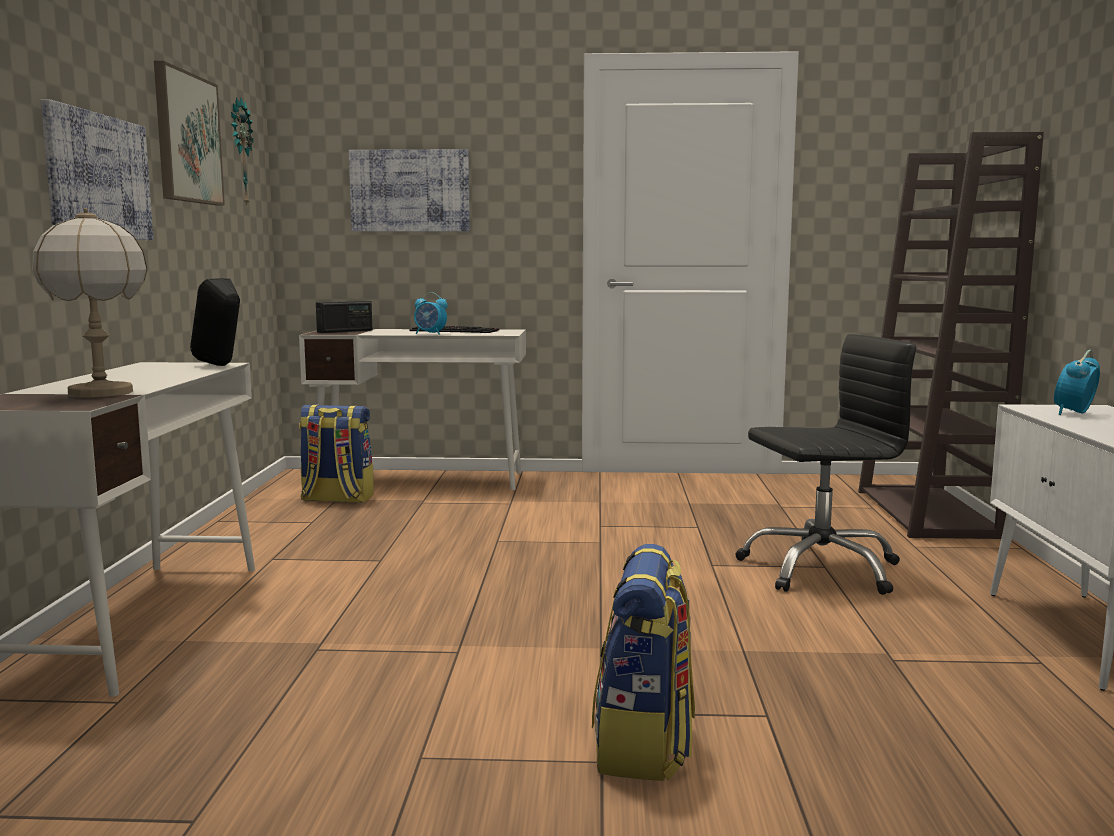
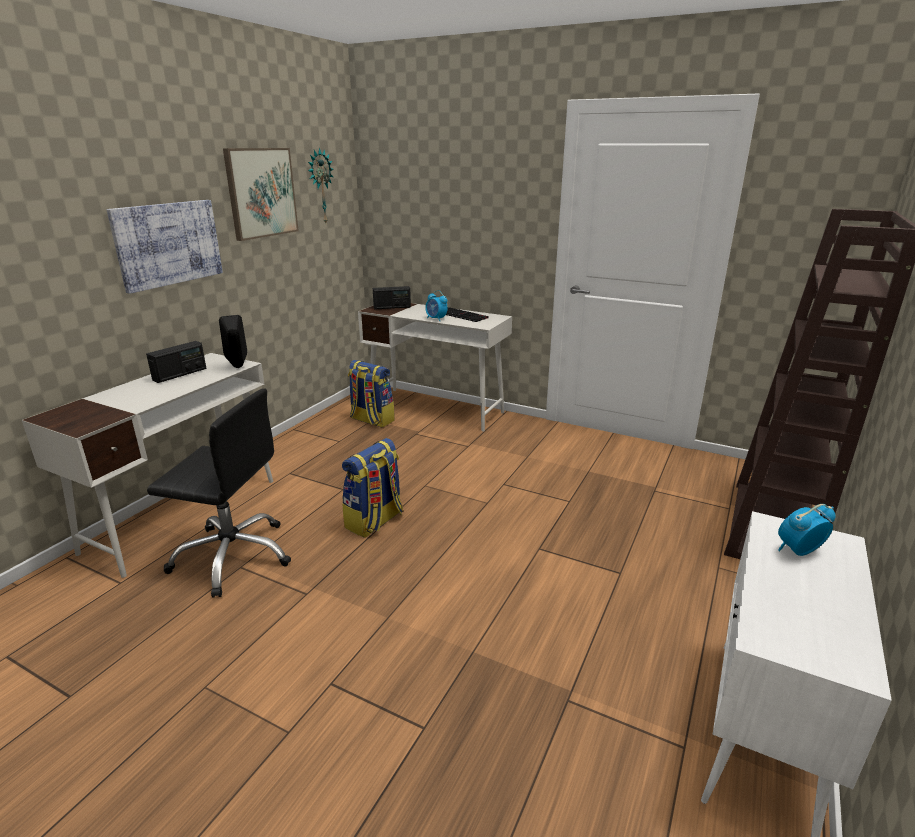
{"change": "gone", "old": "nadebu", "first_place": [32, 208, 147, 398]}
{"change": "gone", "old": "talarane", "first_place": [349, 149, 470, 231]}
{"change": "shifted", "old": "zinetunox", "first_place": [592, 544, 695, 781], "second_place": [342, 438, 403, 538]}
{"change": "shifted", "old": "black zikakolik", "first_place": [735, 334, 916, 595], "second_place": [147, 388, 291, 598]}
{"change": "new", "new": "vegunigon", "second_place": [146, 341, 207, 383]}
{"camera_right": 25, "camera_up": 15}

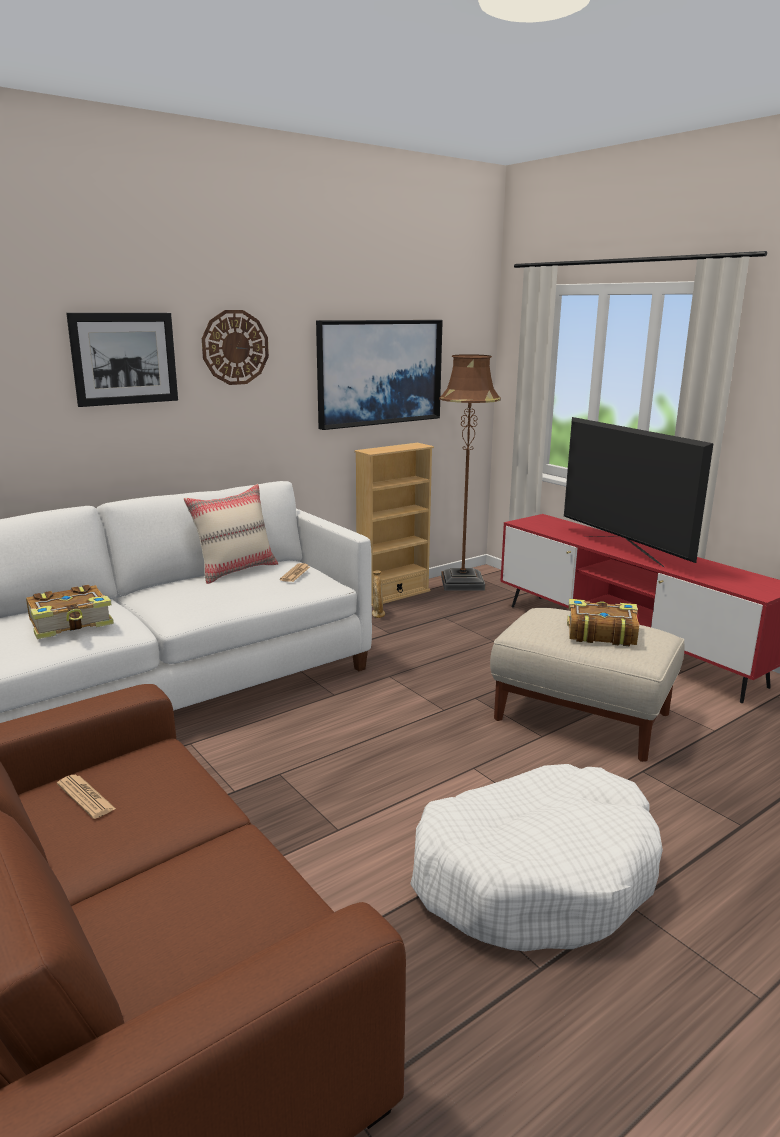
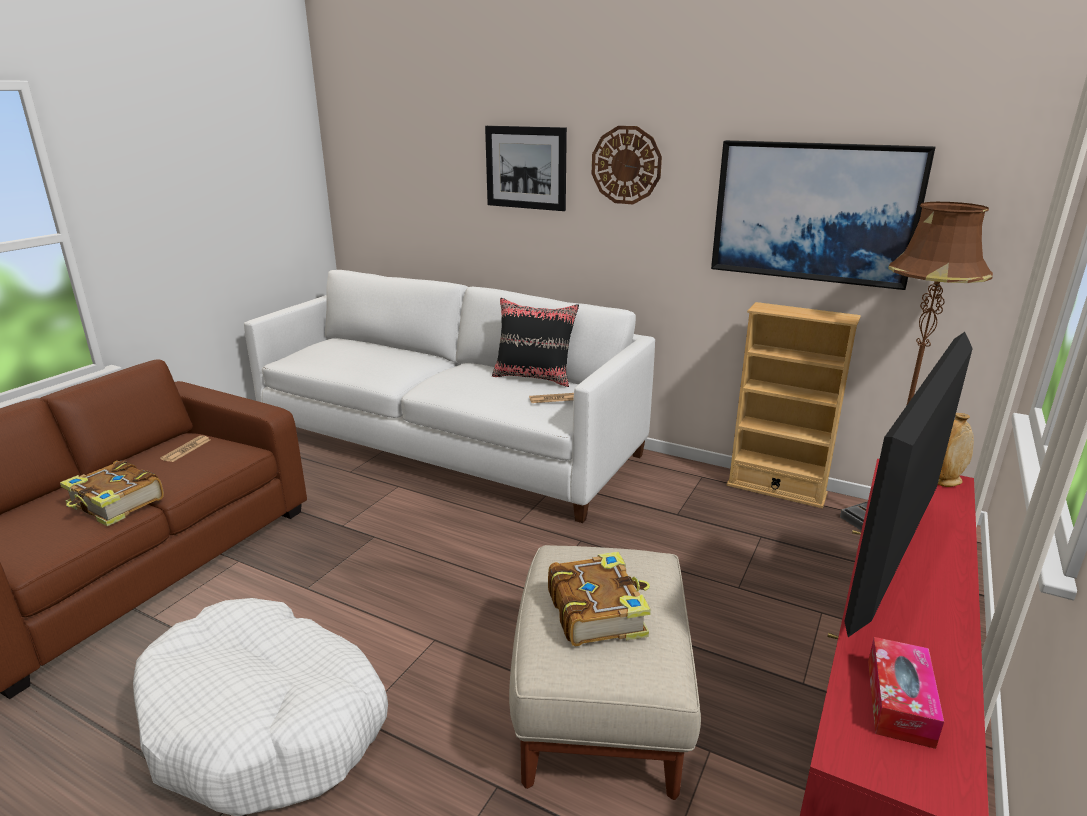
{"change": "shifted", "old": "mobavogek", "first_place": [26, 585, 114, 639], "second_place": [60, 460, 164, 526]}
{"change": "repainted", "old": "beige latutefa", "new": "black latutefa", "first_place": [184, 484, 278, 584], "second_place": [492, 298, 579, 387]}
{"change": "shifted", "old": "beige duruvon", "first_place": [372, 571, 385, 618], "second_place": [938, 413, 974, 487]}
{"change": "new", "new": "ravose", "second_place": [868, 637, 944, 749]}
{"camera_right": 65, "camera_up": 5}

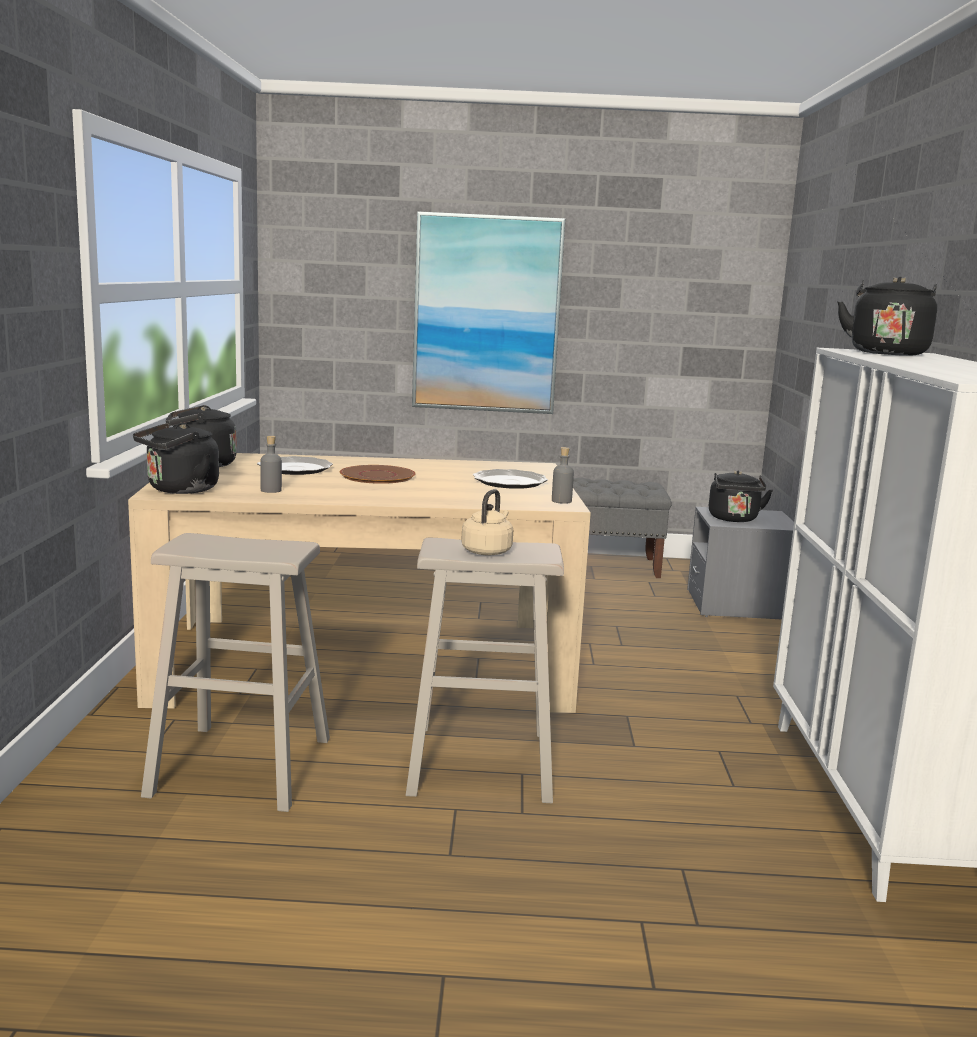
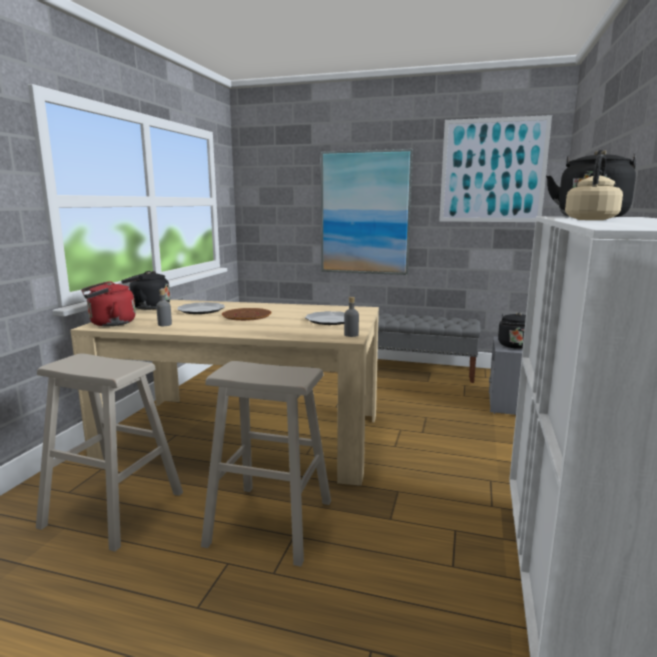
{"change": "repainted", "old": "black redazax", "new": "red redazax", "first_place": [133, 423, 219, 494], "second_place": [81, 281, 136, 326]}
{"change": "shifted", "old": "beige redazax", "first_place": [461, 489, 513, 556], "second_place": [565, 154, 623, 220]}
{"change": "new", "new": "talarane", "second_place": [439, 115, 552, 222]}
{"camera_right": 15, "camera_up": 0}

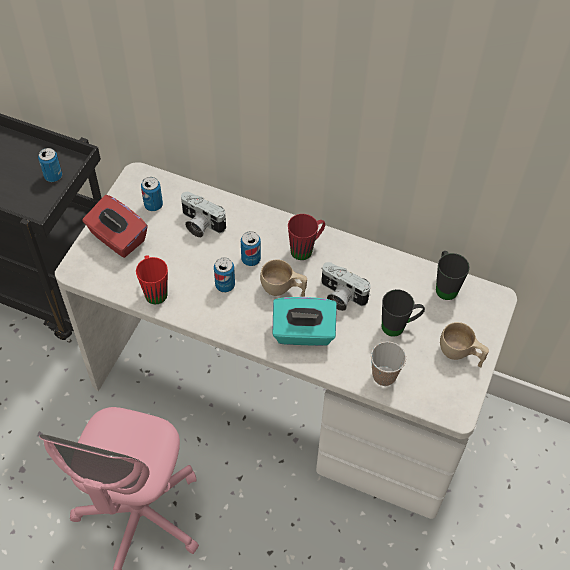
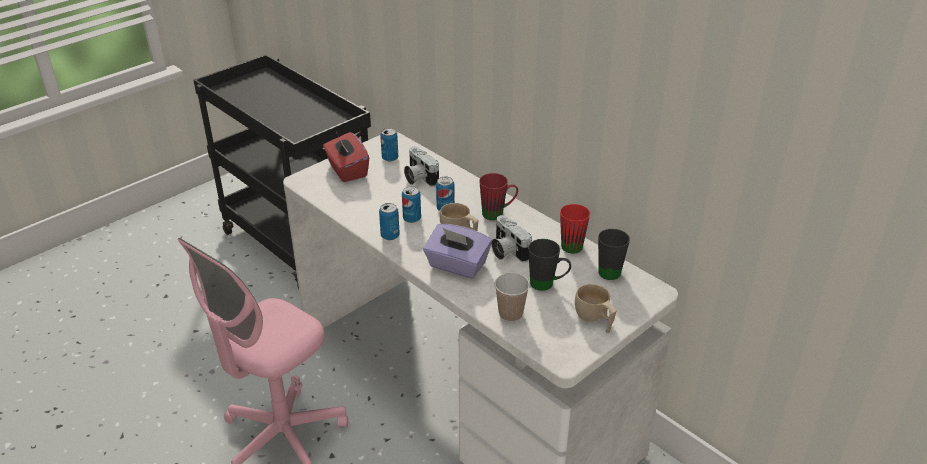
{"change": "shifted", "old": "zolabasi", "first_place": [38, 148, 62, 182], "second_place": [379, 203, 400, 240]}
{"change": "shifted", "old": "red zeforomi", "first_place": [136, 255, 168, 305], "second_place": [560, 204, 590, 254]}
{"change": "repainted", "old": "turquoise ravose", "new": "purple ravose", "first_place": [272, 297, 337, 346], "second_place": [423, 224, 492, 279]}
{"camera_right": 25, "camera_up": -20}

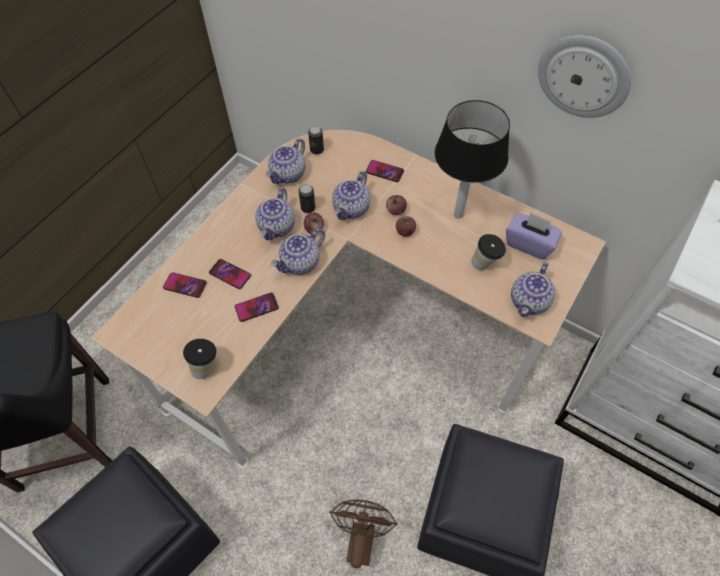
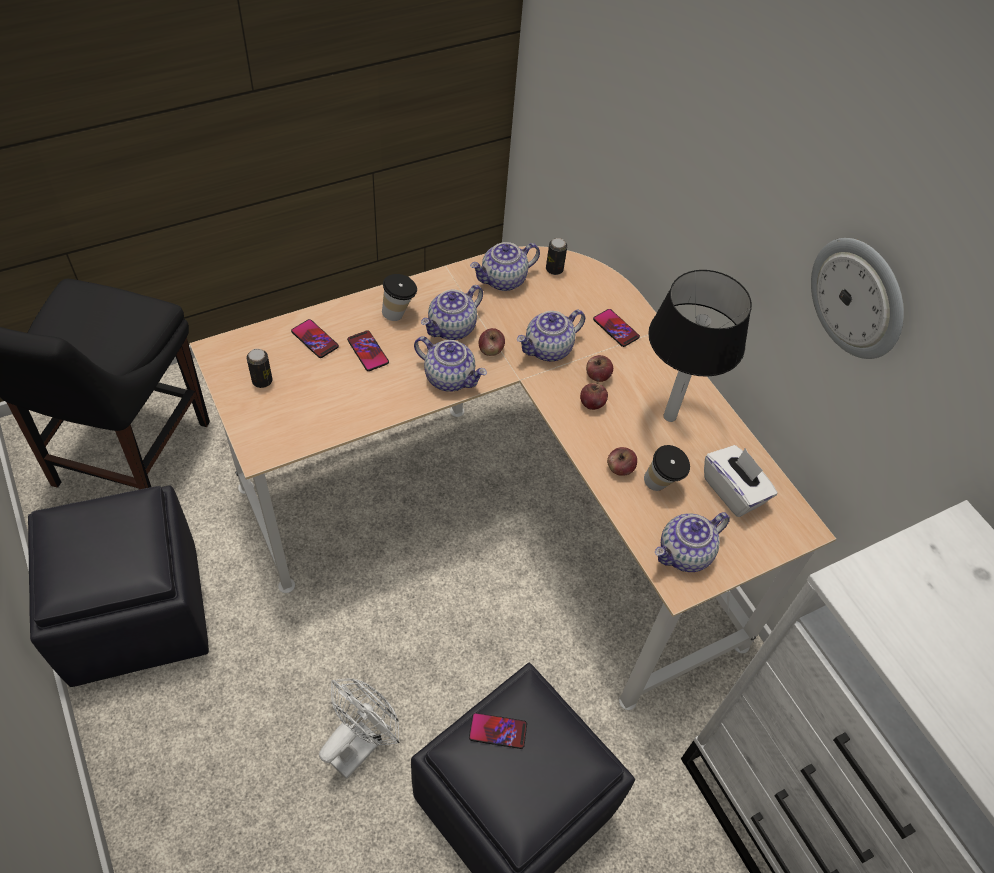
{"change": "shifted", "old": "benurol", "first_place": [183, 339, 216, 379], "second_place": [382, 274, 417, 321]}
{"change": "shifted", "old": "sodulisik", "first_place": [235, 293, 279, 322], "second_place": [469, 713, 527, 749]}
{"change": "rotated", "old": "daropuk", "first_place": [271, 228, 325, 275], "second_place": [414, 336, 487, 392], "degrees": -135}
{"change": "shifted", "old": "zolabasi", "first_place": [298, 184, 316, 213], "second_place": [247, 349, 273, 388]}
{"change": "repainted", "old": "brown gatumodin", "new": "white gatumodin", "first_place": [329, 499, 398, 568], "second_place": [319, 678, 400, 779]}
{"change": "repainted", "old": "purple ravose", "new": "white ravose", "first_place": [506, 212, 562, 260], "second_place": [704, 445, 777, 517]}
{"change": "new", "new": "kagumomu", "second_place": [607, 447, 637, 476]}
{"camera_right": 25, "camera_up": -5}

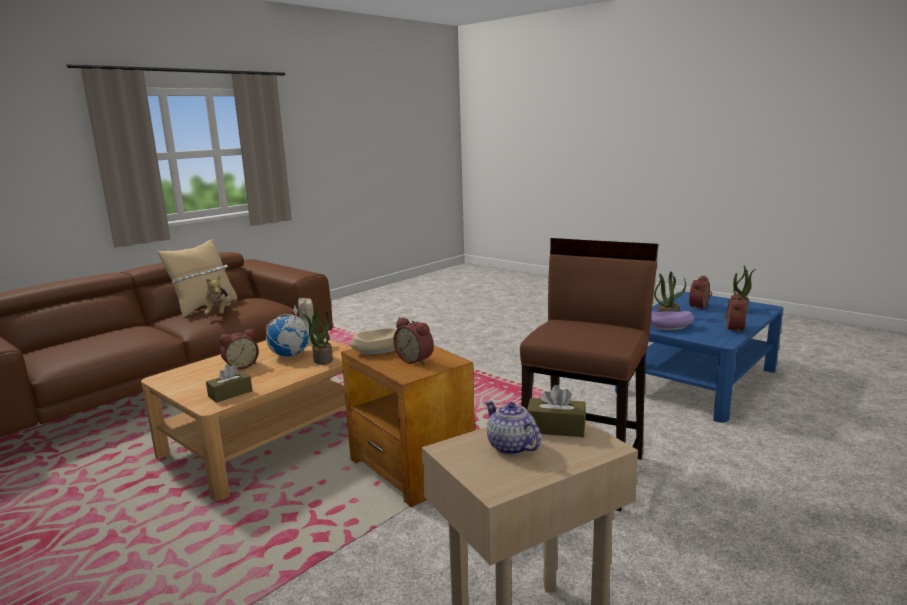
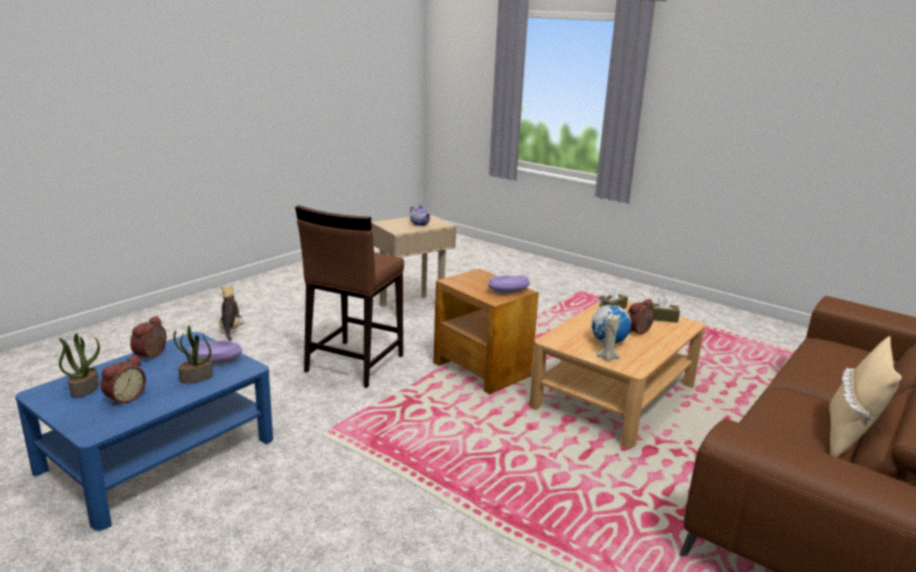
{"change": "shifted", "old": "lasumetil", "first_place": [204, 275, 232, 314], "second_place": [219, 285, 244, 341]}
{"change": "gone", "old": "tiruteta", "first_place": [303, 307, 333, 365]}
{"change": "repainted", "old": "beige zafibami", "new": "purple zafibami", "first_place": [350, 328, 397, 354], "second_place": [488, 275, 530, 294]}
{"change": "gone", "old": "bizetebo", "first_place": [394, 317, 434, 365]}
{"change": "shifted", "old": "brown ravose", "first_place": [527, 385, 586, 437], "second_place": [652, 295, 680, 323]}
{"camera_right": 175, "camera_up": 5}

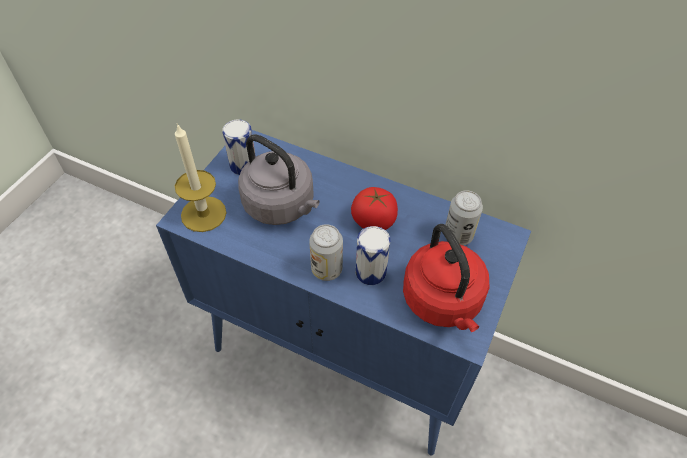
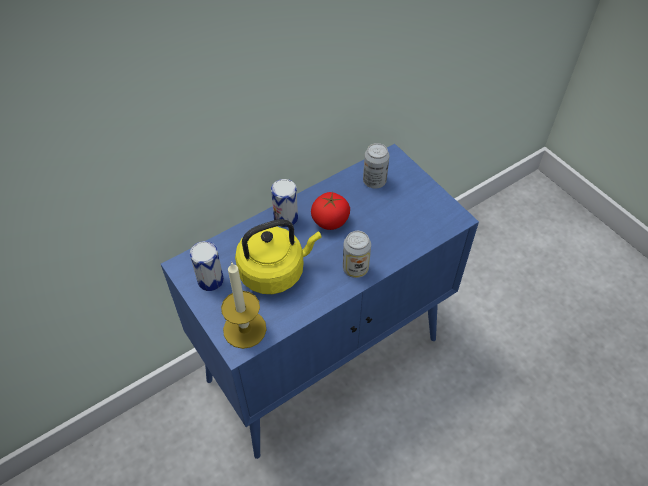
{"change": "repainted", "old": "grey redazax", "new": "yellow redazax", "first_place": [238, 134, 320, 225], "second_place": [235, 219, 321, 294]}
{"change": "shifted", "old": "zolabasi", "first_place": [356, 226, 390, 285], "second_place": [271, 179, 298, 228]}
{"change": "gone", "old": "red redazax", "first_place": [403, 224, 489, 332]}
{"camera_right": -60, "camera_up": 0}

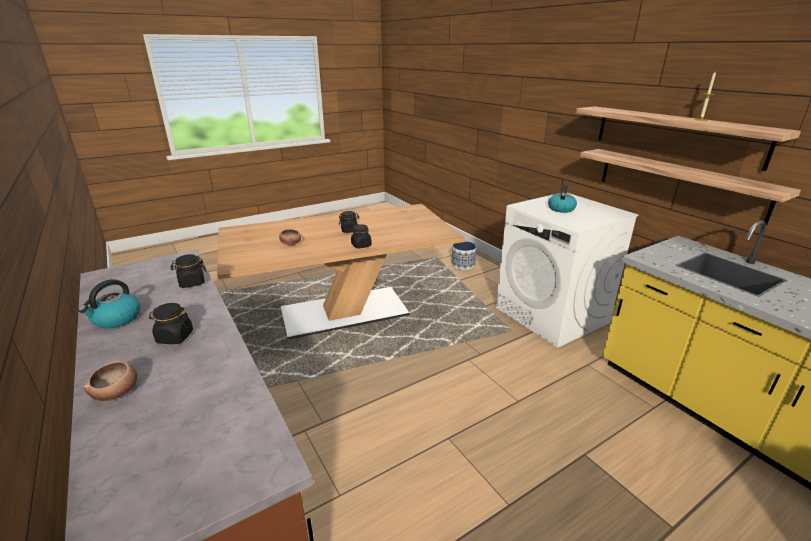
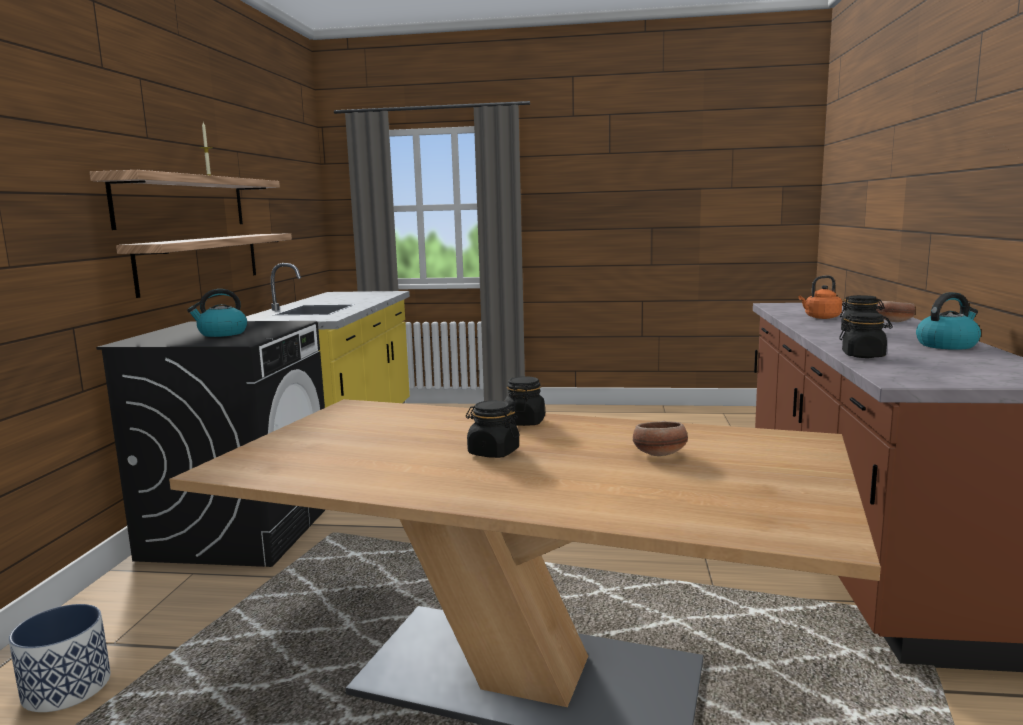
{"change": "repainted", "old": "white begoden", "new": "black begoden", "first_place": [496, 193, 638, 348], "second_place": [96, 321, 325, 567]}
{"change": "new", "new": "orange redazax", "second_place": [799, 275, 842, 319]}
{"camera_right": -140, "camera_up": -15}

